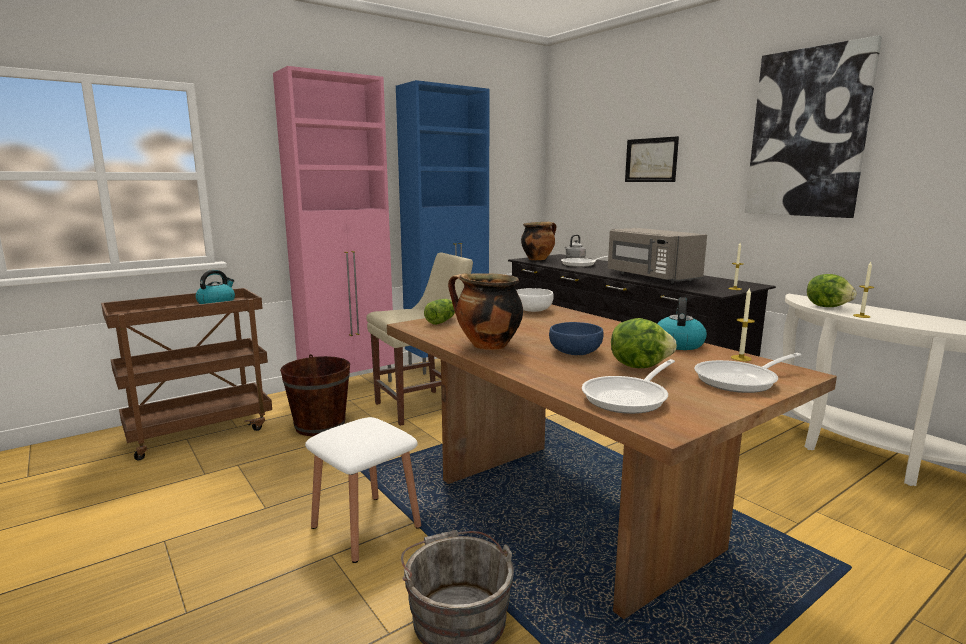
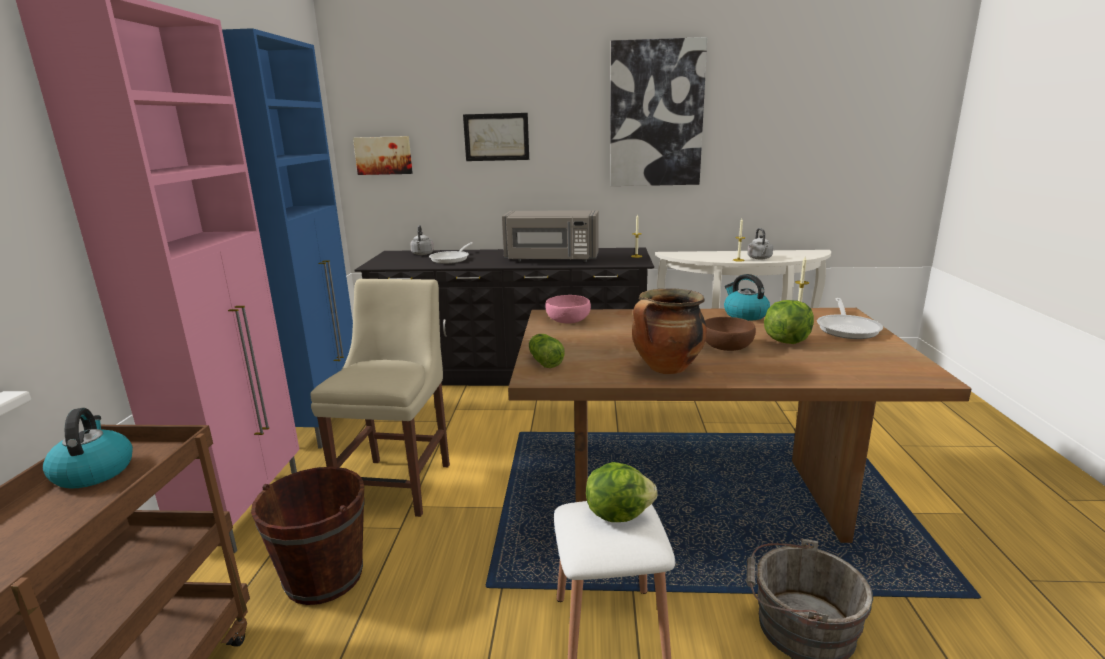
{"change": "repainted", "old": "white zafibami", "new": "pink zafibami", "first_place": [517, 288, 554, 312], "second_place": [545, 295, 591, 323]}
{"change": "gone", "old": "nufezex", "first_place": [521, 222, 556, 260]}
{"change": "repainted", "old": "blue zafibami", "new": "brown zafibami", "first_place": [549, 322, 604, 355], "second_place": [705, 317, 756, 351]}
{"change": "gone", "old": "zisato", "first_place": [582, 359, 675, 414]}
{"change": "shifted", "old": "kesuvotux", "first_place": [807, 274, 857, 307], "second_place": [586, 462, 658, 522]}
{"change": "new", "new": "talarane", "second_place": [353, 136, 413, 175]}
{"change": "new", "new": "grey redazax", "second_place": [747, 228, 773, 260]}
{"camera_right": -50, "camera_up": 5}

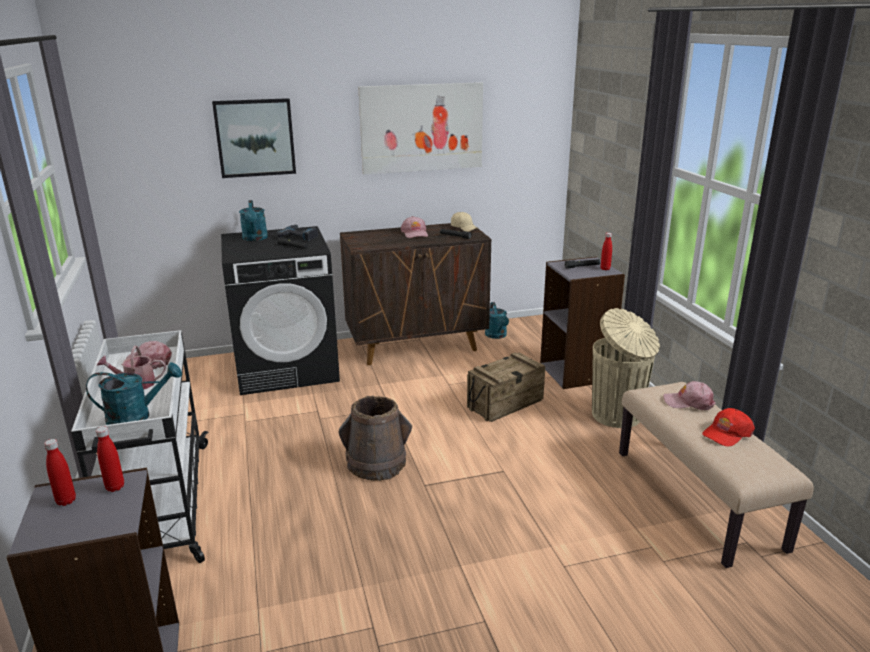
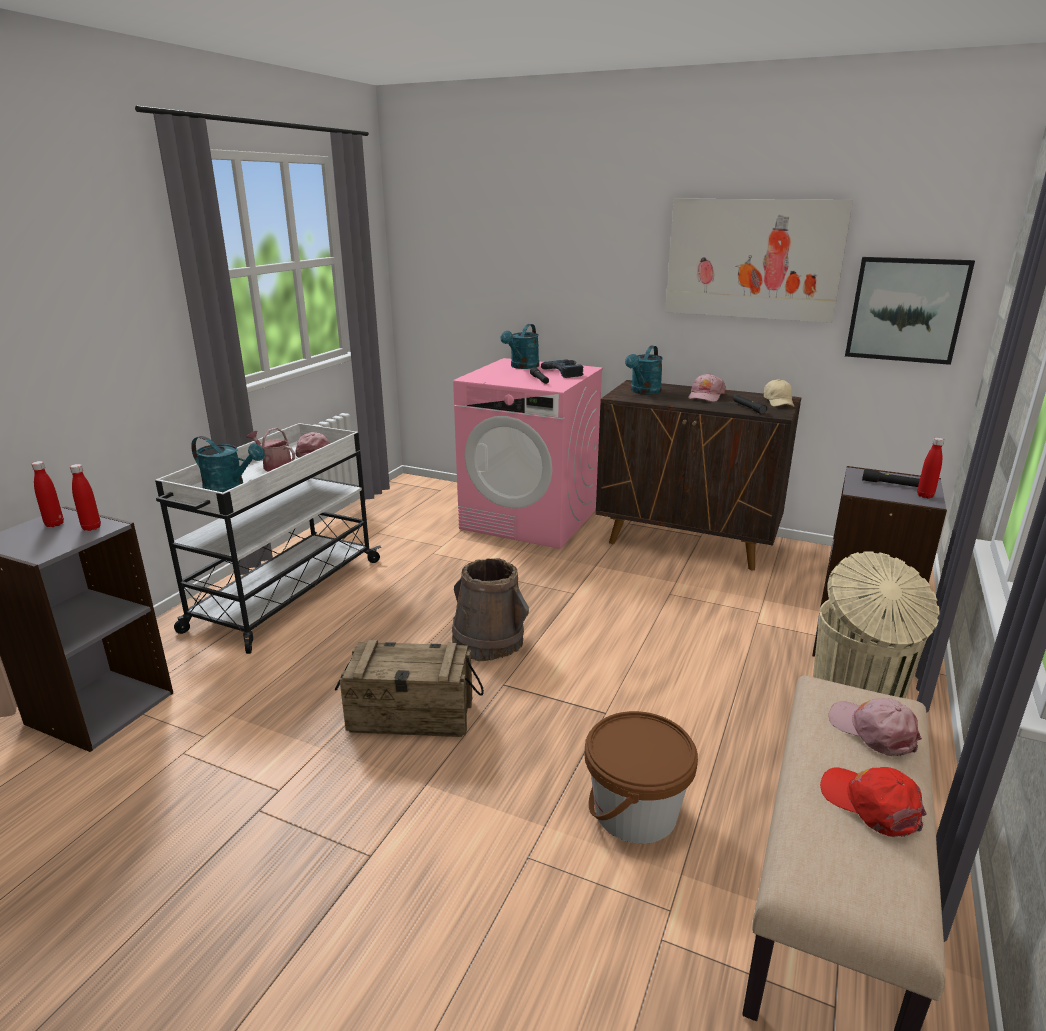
{"change": "shifted", "old": "talarane", "first_place": [212, 98, 296, 178], "second_place": [845, 257, 975, 365]}
{"change": "repainted", "old": "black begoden", "new": "pink begoden", "first_place": [221, 226, 340, 395], "second_place": [453, 358, 603, 549]}
{"change": "shifted", "old": "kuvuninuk", "first_place": [467, 352, 545, 422], "second_place": [335, 640, 484, 737]}
{"change": "shifted", "old": "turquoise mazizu", "first_place": [485, 302, 509, 339], "second_place": [625, 346, 663, 394]}
{"change": "rotated", "old": "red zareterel", "first_place": [702, 408, 755, 446], "second_place": [820, 767, 927, 837], "degrees": 45}
{"change": "new", "new": "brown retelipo", "second_place": [584, 711, 698, 844]}
{"camera_right": 40, "camera_up": 0}

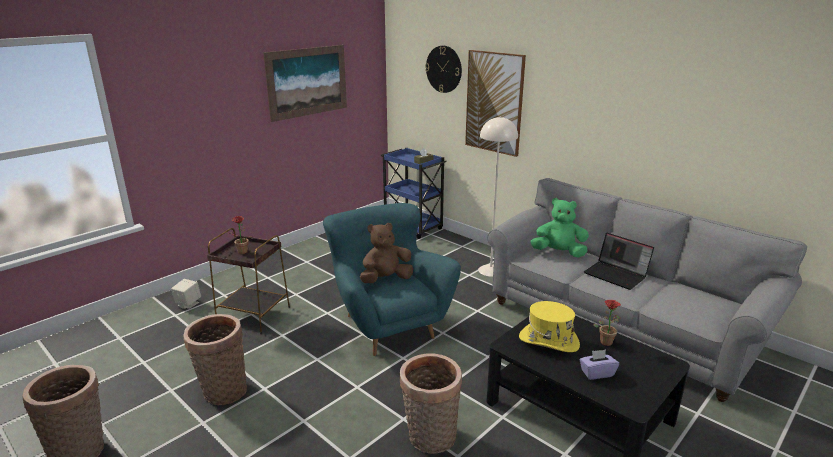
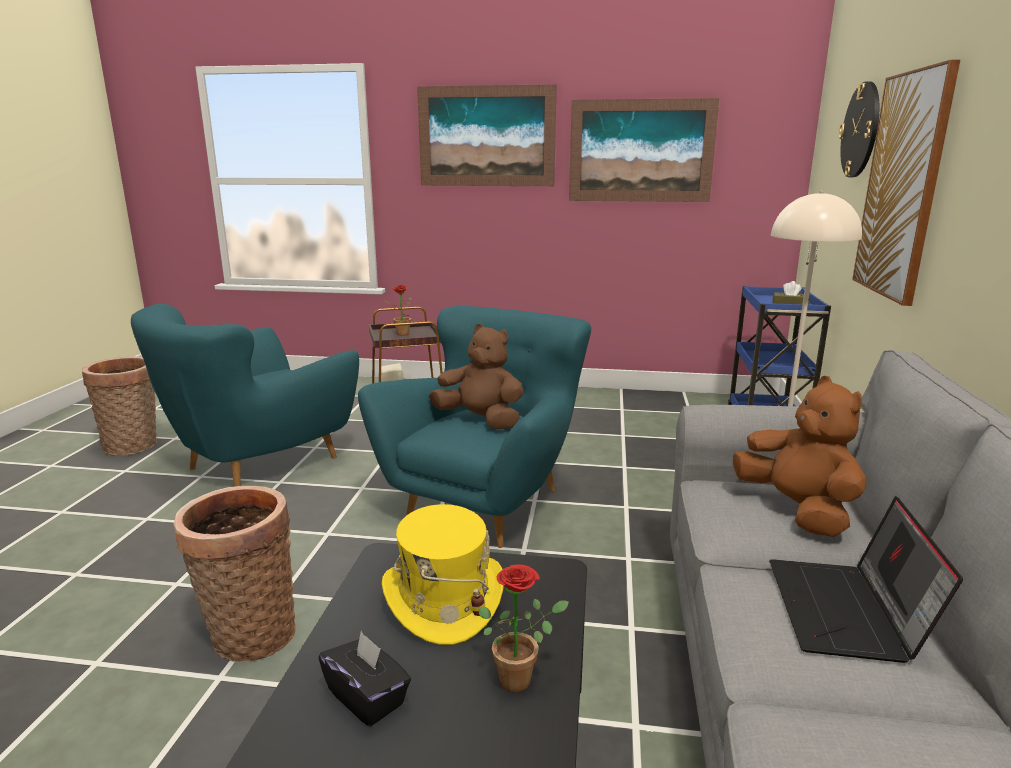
{"change": "swapped", "old": "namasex", "new": "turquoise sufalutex", "first_place": [183, 314, 247, 406], "second_place": [131, 304, 359, 487]}
{"change": "repainted", "old": "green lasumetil", "new": "brown lasumetil", "first_place": [530, 198, 589, 258], "second_place": [733, 376, 866, 537]}
{"change": "repainted", "old": "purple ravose", "new": "black ravose", "first_place": [579, 350, 619, 380], "second_place": [319, 631, 411, 727]}
{"change": "new", "new": "talarane", "second_place": [417, 84, 557, 186]}
{"camera_right": 55, "camera_up": -5}

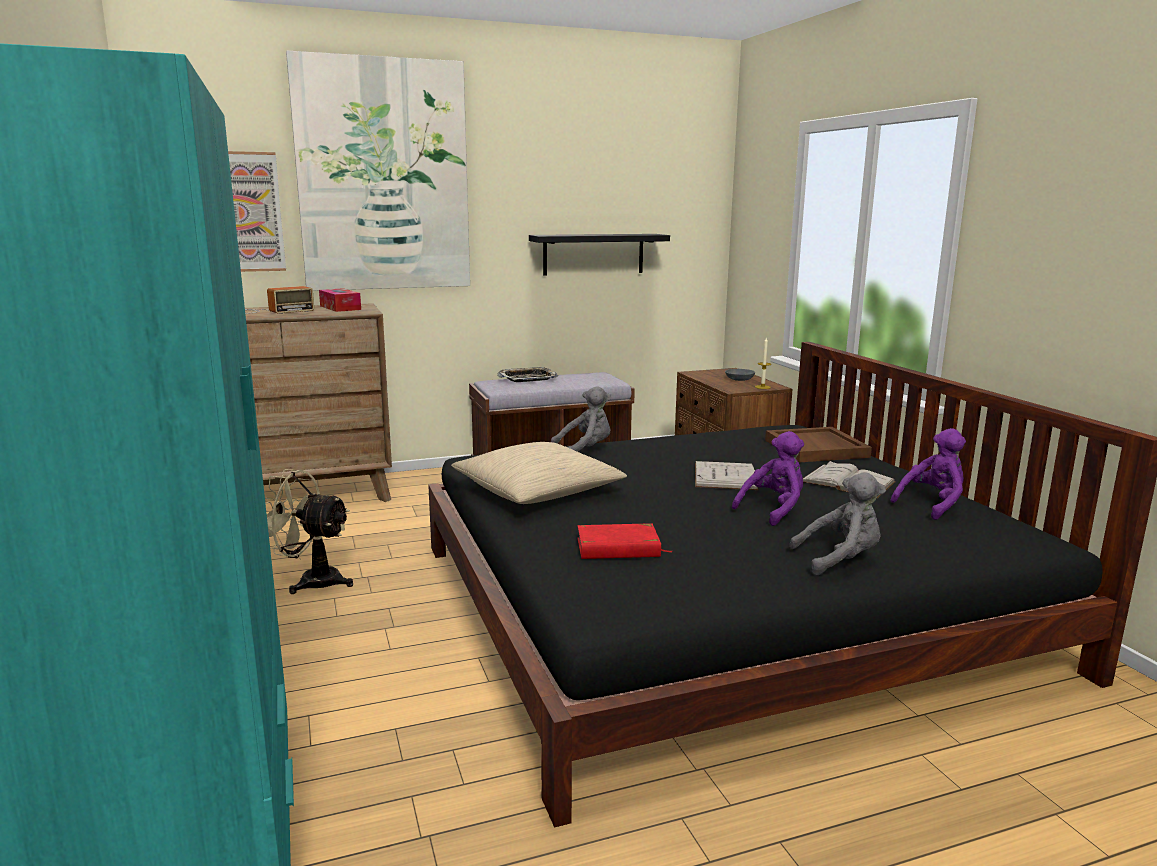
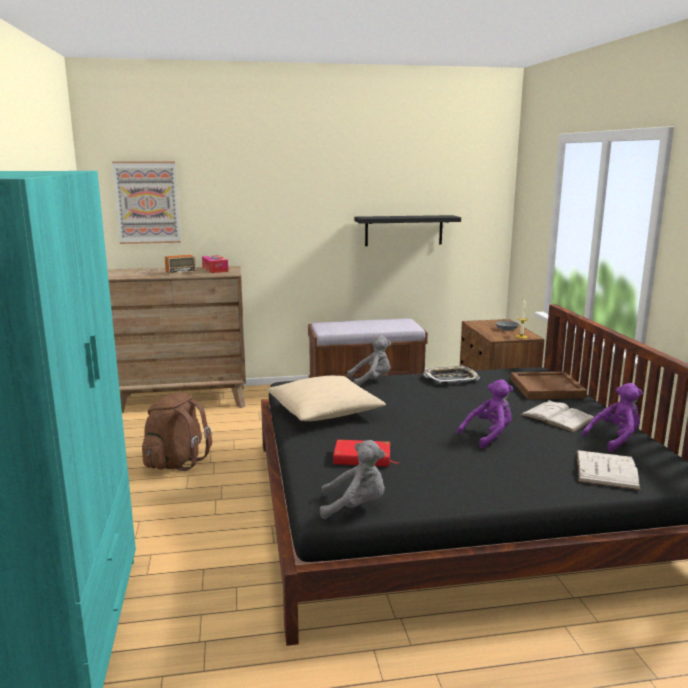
{"change": "swapped", "old": "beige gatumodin", "new": "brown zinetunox", "first_place": [265, 469, 353, 594], "second_place": [142, 393, 212, 471]}
{"change": "gone", "old": "talarane", "first_place": [286, 51, 470, 291]}
{"change": "shifted", "old": "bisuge", "first_place": [497, 367, 558, 382], "second_place": [423, 366, 480, 383]}
{"change": "shifted", "old": "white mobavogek", "first_place": [695, 461, 758, 490], "second_place": [577, 450, 640, 490]}
{"change": "shifted", "old": "grey lasumetil", "first_place": [789, 472, 886, 575], "second_place": [320, 440, 385, 519]}
{"camera_right": 10, "camera_up": 0}

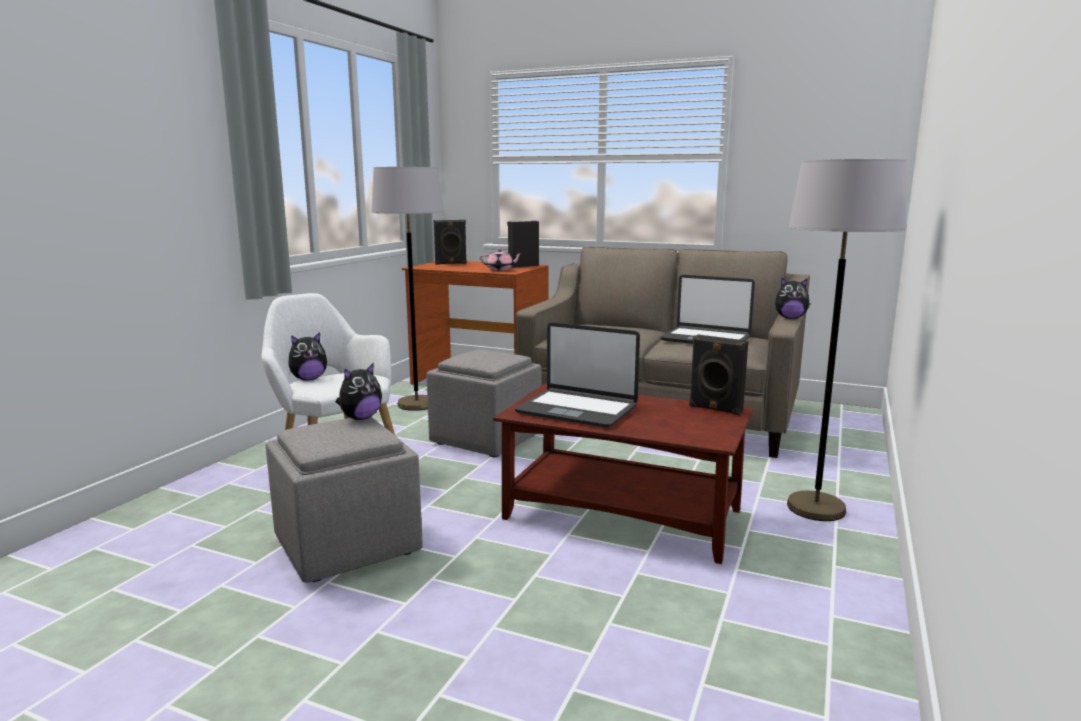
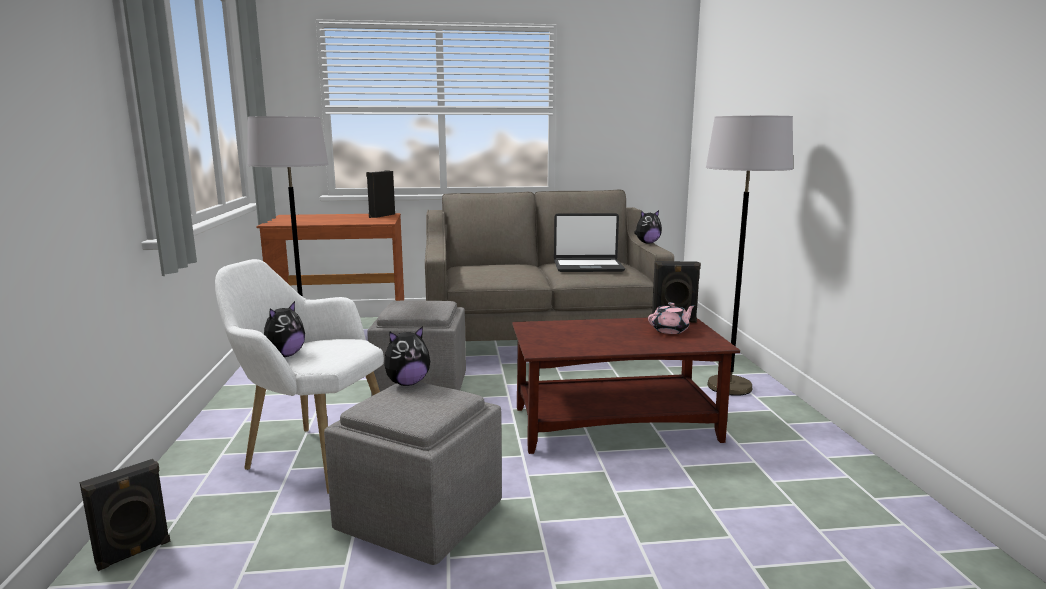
{"change": "rotated", "old": "lasumetil", "first_place": [336, 363, 382, 420], "second_place": [384, 326, 430, 386], "degrees": 45}
{"change": "shifted", "old": "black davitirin", "first_place": [434, 220, 467, 265], "second_place": [80, 459, 171, 571]}
{"change": "shifted", "old": "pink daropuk", "first_place": [480, 249, 523, 271], "second_place": [648, 302, 695, 334]}
{"change": "gone", "old": "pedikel", "first_place": [515, 322, 640, 428]}
{"camera_right": -30, "camera_up": 0}

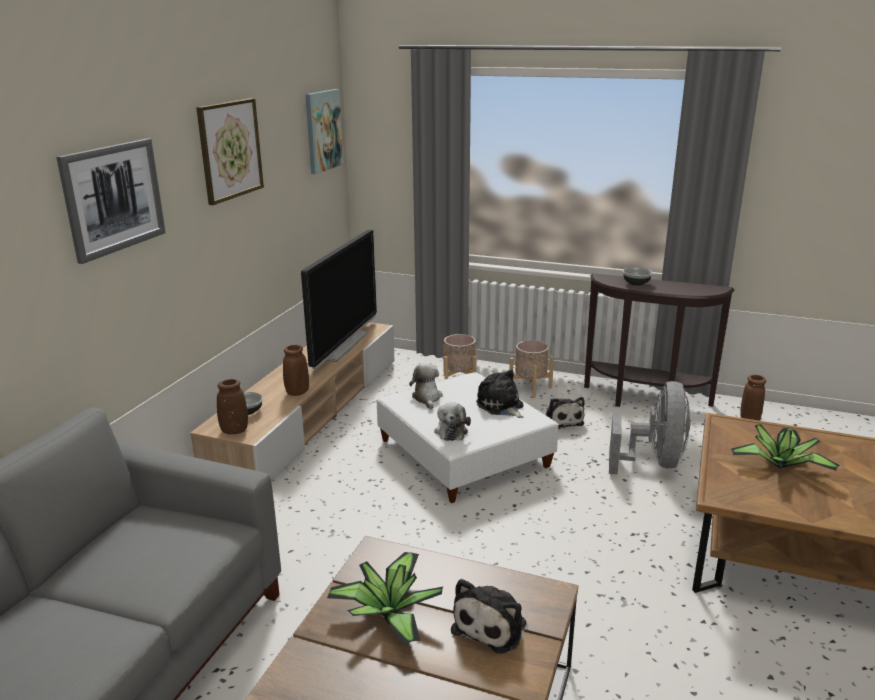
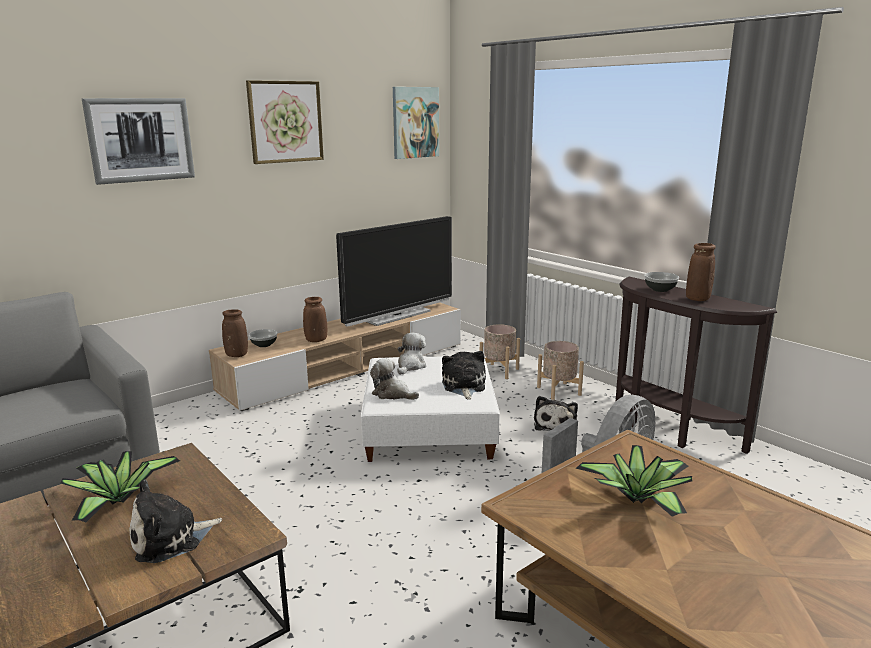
{"change": "rotated", "old": "lasumetil", "first_place": [434, 402, 471, 441], "second_place": [370, 358, 419, 400], "degrees": 90}
{"change": "shifted", "old": "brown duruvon", "first_place": [740, 375, 766, 421], "second_place": [686, 243, 716, 301]}
{"camera_right": 30, "camera_up": -5}

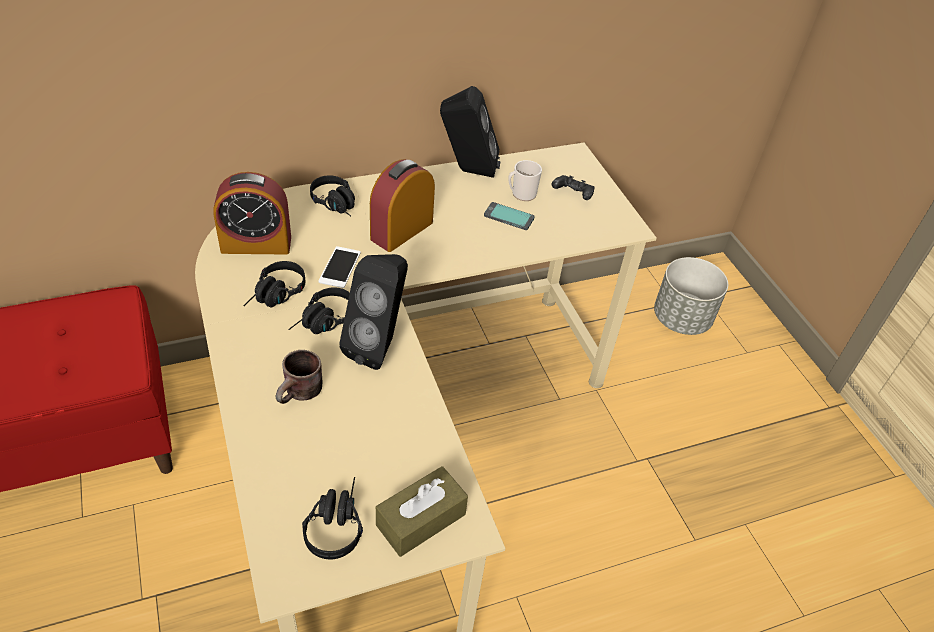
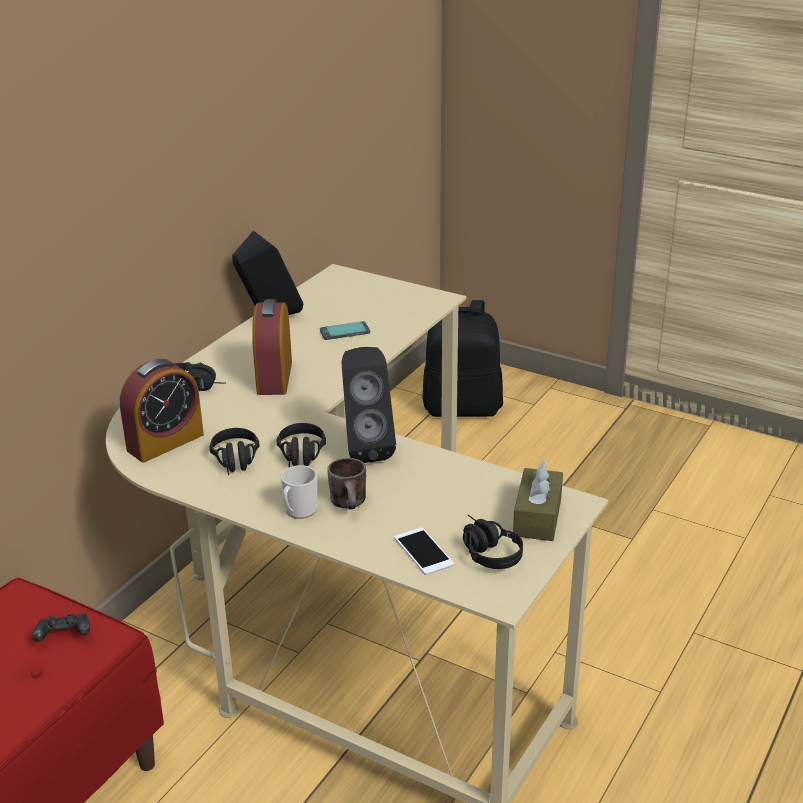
{"change": "shifted", "old": "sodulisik", "first_place": [319, 246, 361, 288], "second_place": [394, 527, 454, 575]}
{"change": "shifted", "old": "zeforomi", "first_place": [508, 160, 542, 201], "second_place": [281, 465, 317, 519]}
{"change": "shifted", "old": "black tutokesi", "first_place": [552, 175, 595, 200], "second_place": [33, 613, 90, 642]}
{"change": "swapped", "old": "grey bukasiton", "new": "black zinetunox", "first_place": [654, 257, 728, 335], "second_place": [423, 300, 503, 417]}
{"camera_right": -35, "camera_up": -15}

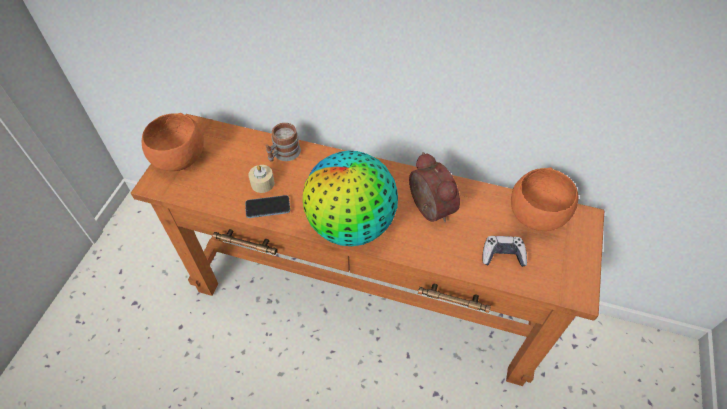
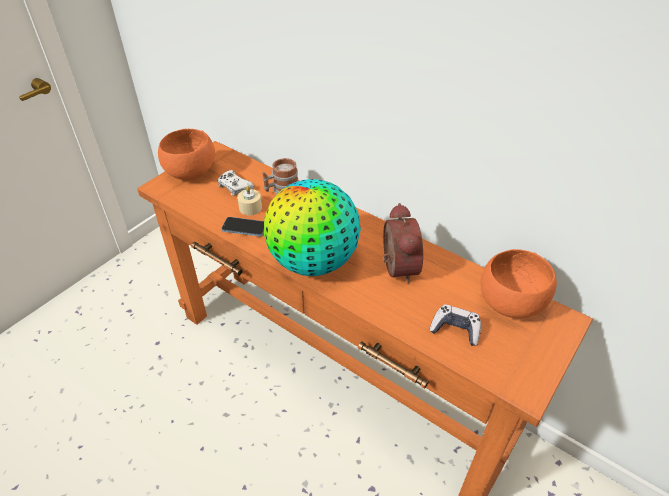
{"change": "new", "new": "white tutokesi", "second_place": [217, 170, 254, 196]}
{"camera_right": 20, "camera_up": -10}

